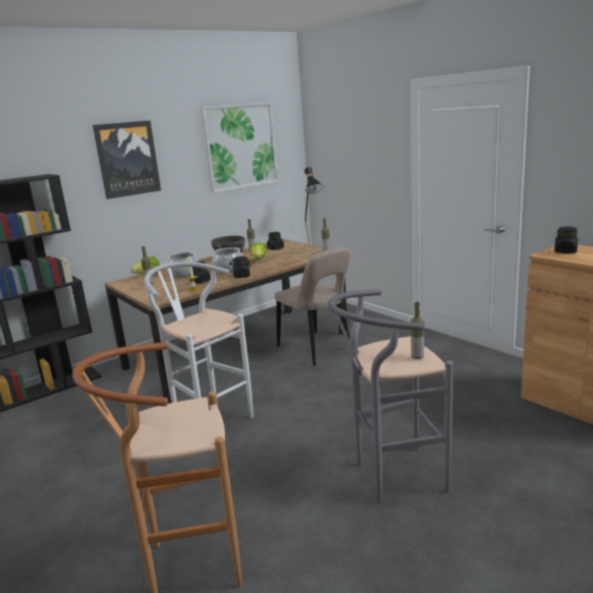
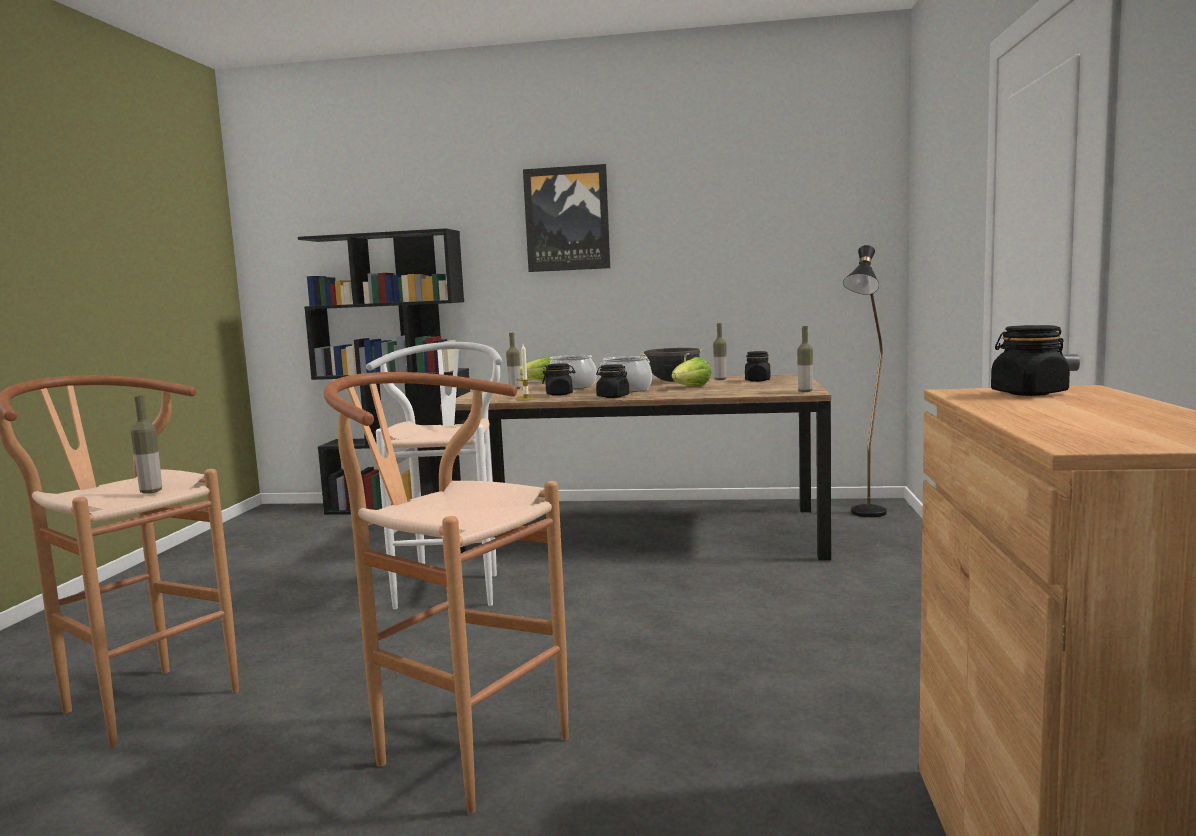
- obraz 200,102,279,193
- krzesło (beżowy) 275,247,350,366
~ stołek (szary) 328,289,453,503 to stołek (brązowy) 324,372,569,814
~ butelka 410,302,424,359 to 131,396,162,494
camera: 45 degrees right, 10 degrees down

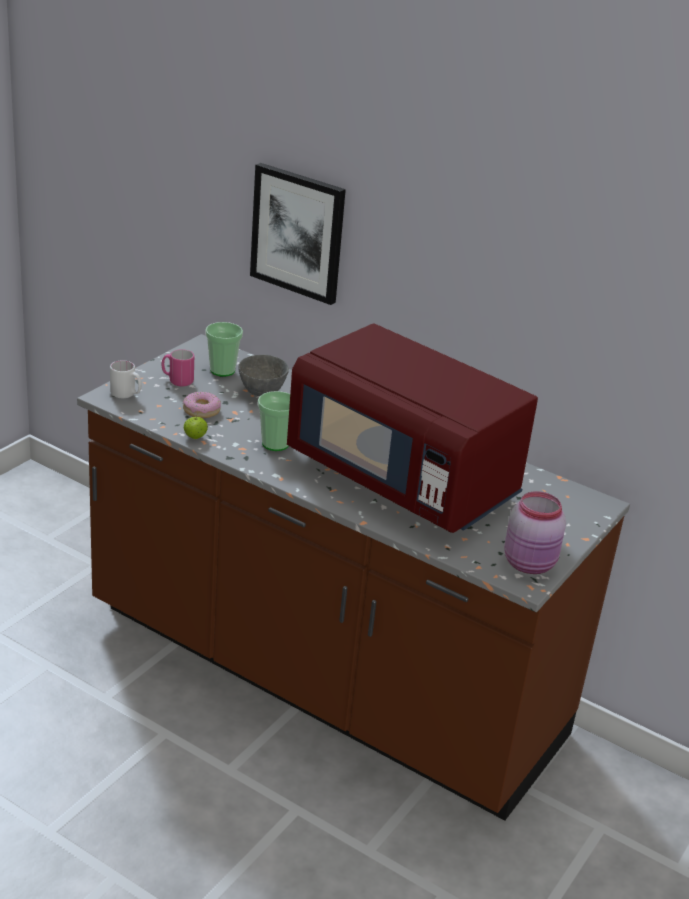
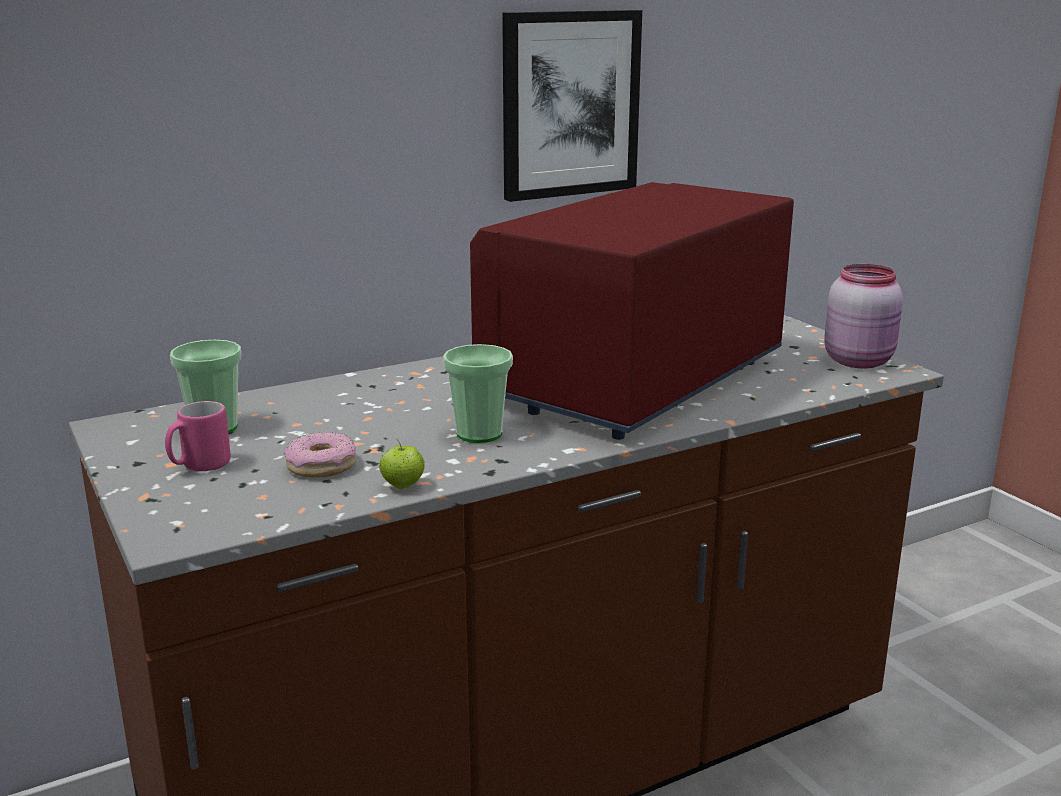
~ obraz 250,163,346,305 to 502,10,642,202
~ mikrofalówka (czerwony) 287,324,538,533 = 470,182,794,440 150 degrees clockwise
- miska (szary) 238,354,289,396
- kubek (biały) 110,361,142,398
camera: 60 degrees left, 10 degrees down

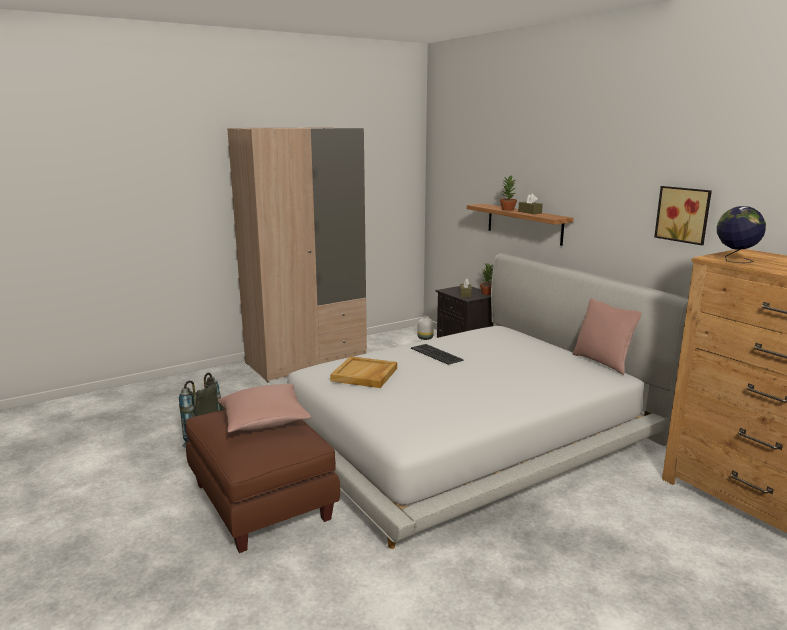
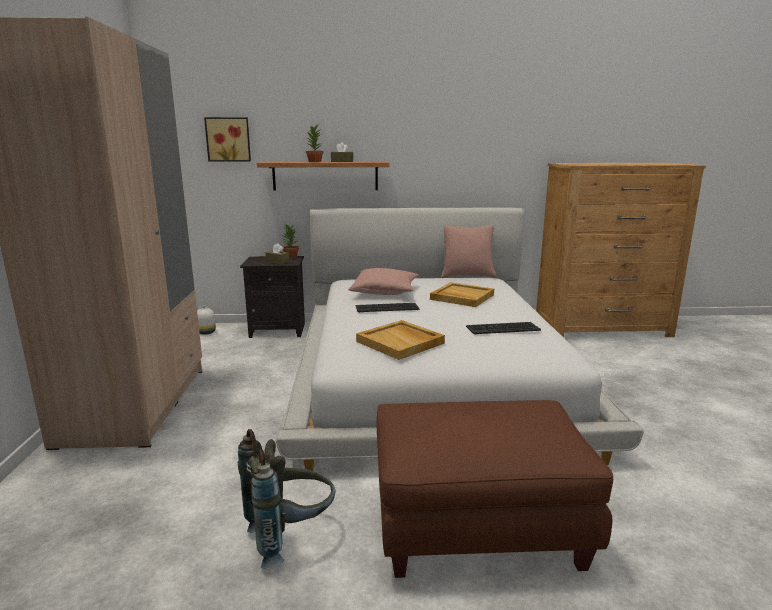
~ obraz 654,186,712,245 to 204,117,251,162
- globus 717,206,766,263
~ poduszka (różowy) 218,384,311,433 to 348,268,419,295
+ taca (beżowy) 430,282,494,307
+ klawiatura 466,322,541,335
camera: 60 degrees left, 0 degrees up

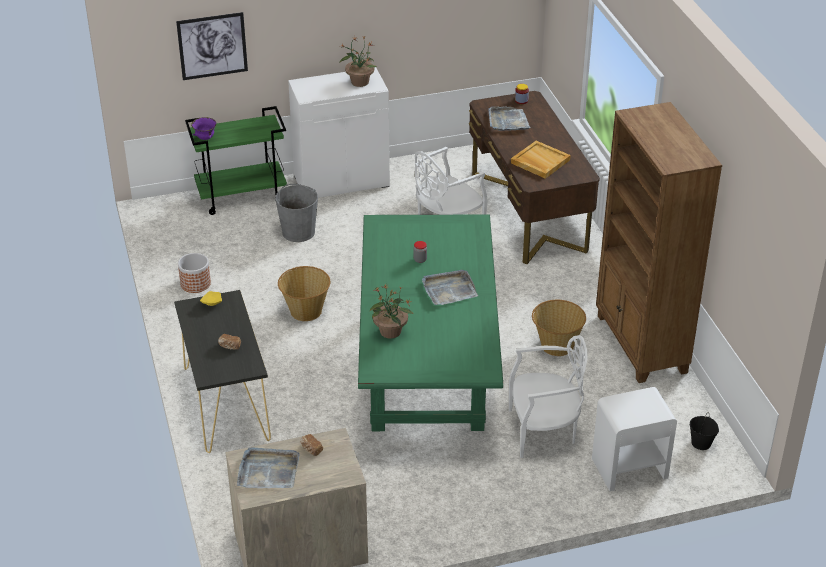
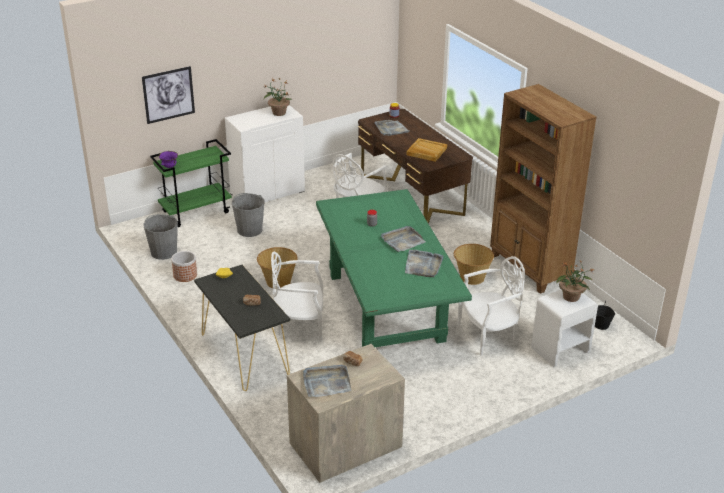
~ roślina doniczkowa 370,284,414,338 to 556,260,594,302
+ wiadro (szary) 144,214,178,260
+ taca (szary) 405,250,444,277
+ krzesło (biały) 271,252,323,342
camera: 15 degrees left, 5 degrees down

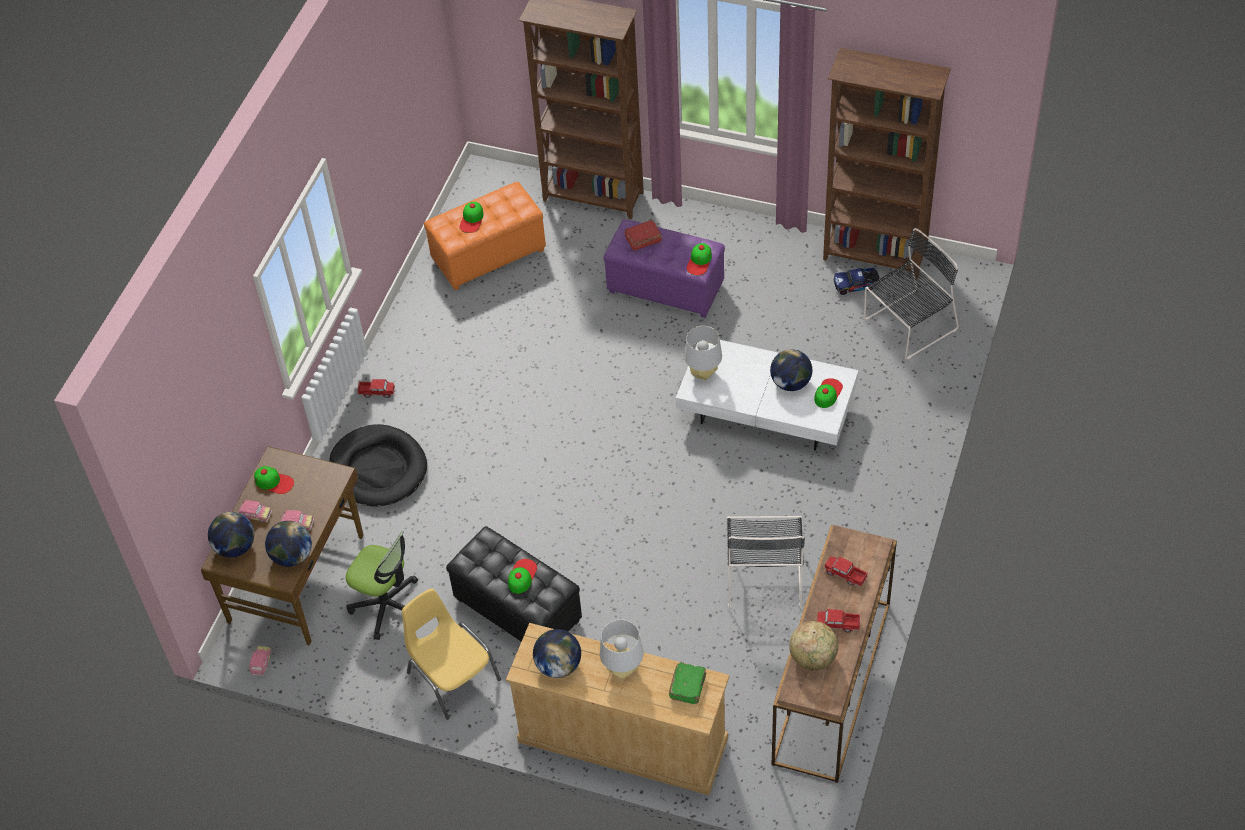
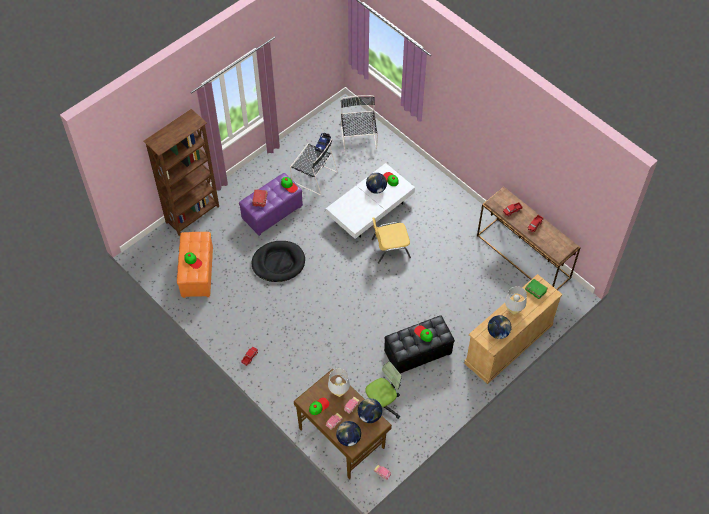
- regał (brązowy) 823,48,951,280
~ lampa stołowa (szary) 684,326,722,380 to 328,369,350,397
~ legowisko (czarny) 329,424,427,507 to 252,241,305,282
~ krzesło (czarny) 726,516,805,609 to 290,139,338,195
~ krzesło (żółty) 402,588,501,720 to 372,217,411,263
- globus 789,621,838,671
camera: 65 degrees left, 5 degrees up

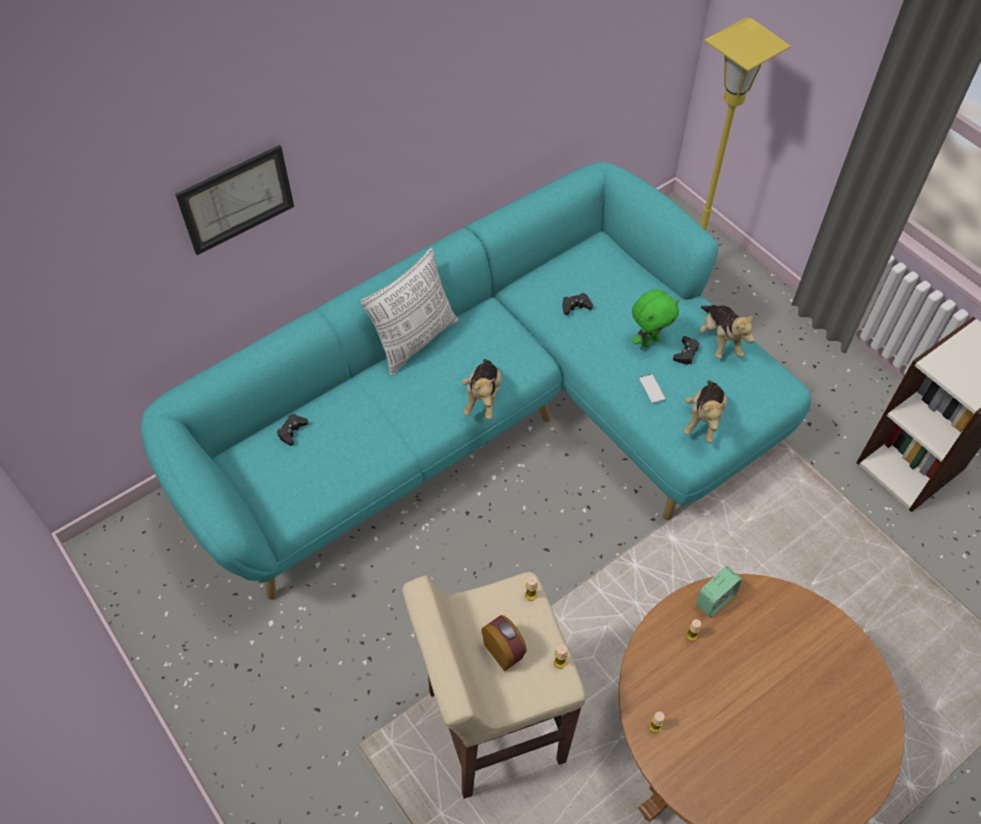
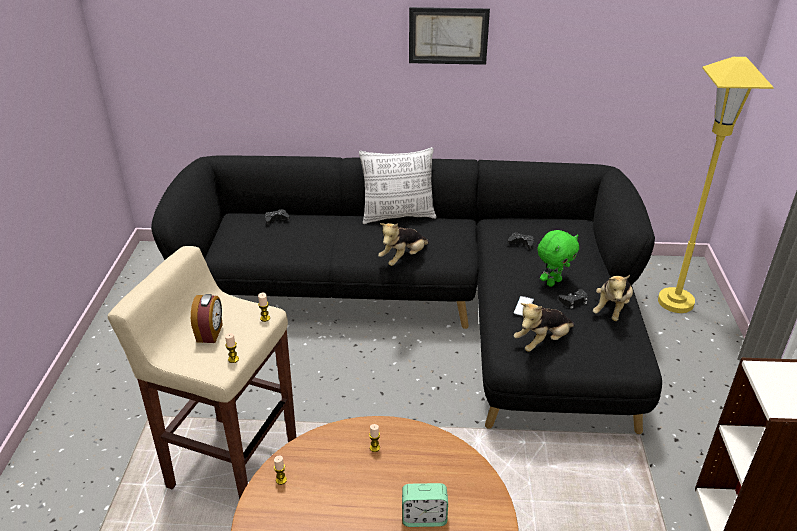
~ obraz 175,145,294,255 to 409,7,490,65
~ kanapa (turkusowy) 141,161,811,600 to kanapa (czarny) 151,155,662,434
~ pluszak (zielony) 632,290,679,347 = 537,230,579,287 45 degrees counterclockwise
~ budzik 696,566,742,617 to 402,483,448,527
camera: 40 degrees right, 20 degrees down

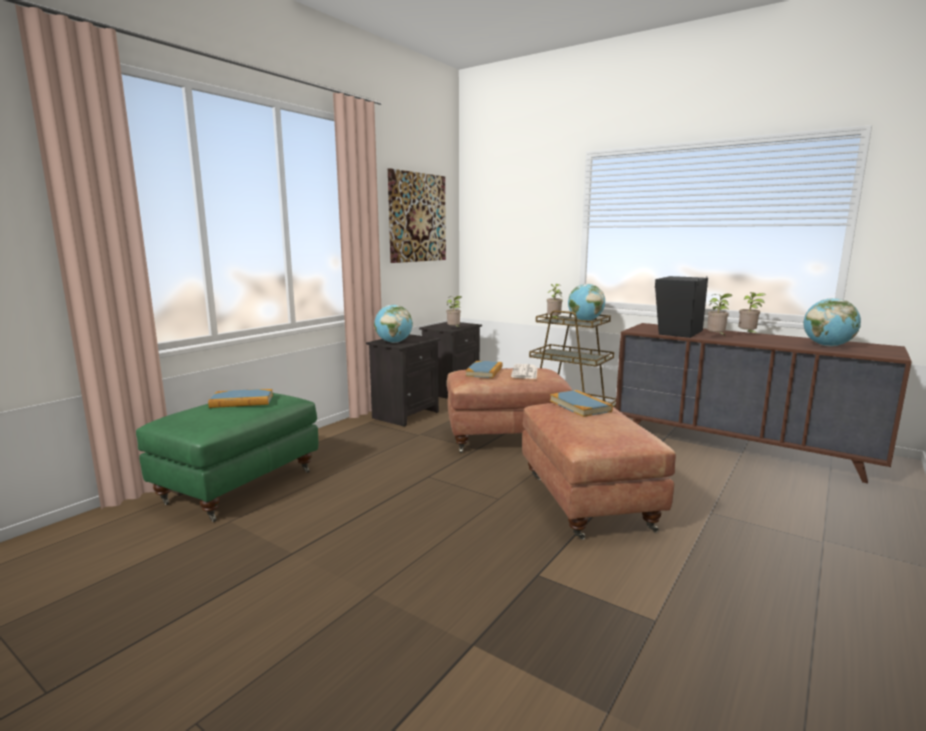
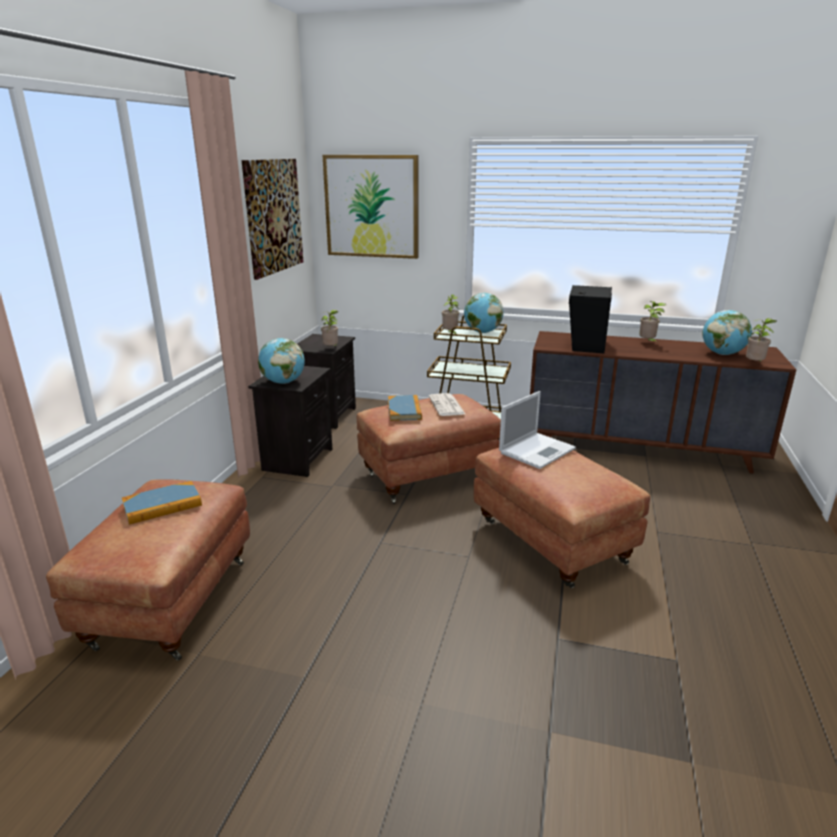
~ roślina doniczkowa 707,294,732,335 to 746,318,776,361
~ książka 550,390,613,417 to laptop 499,391,576,469
~ pufa (zielony) 136,393,319,522 to pufa (brązowy) 46,479,250,661
+ obraz 323,155,418,259
camera: 20 degrees left, 10 degrees up

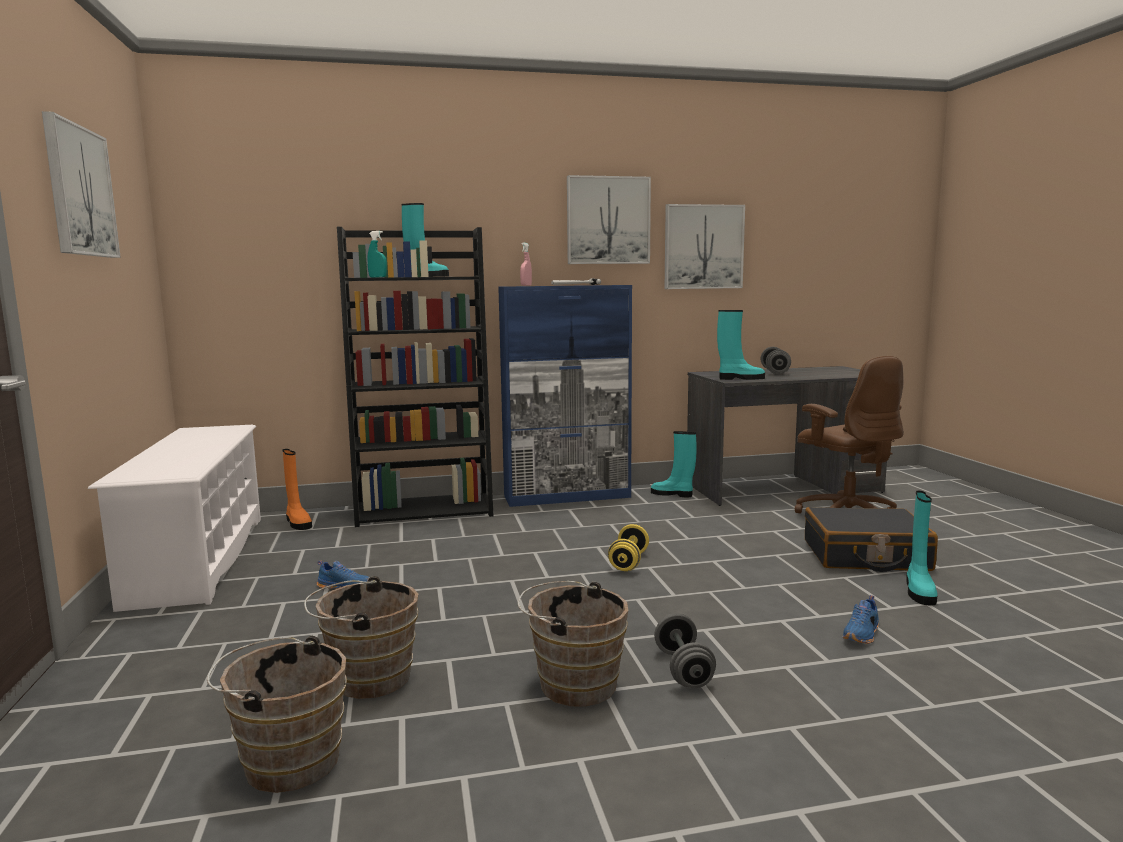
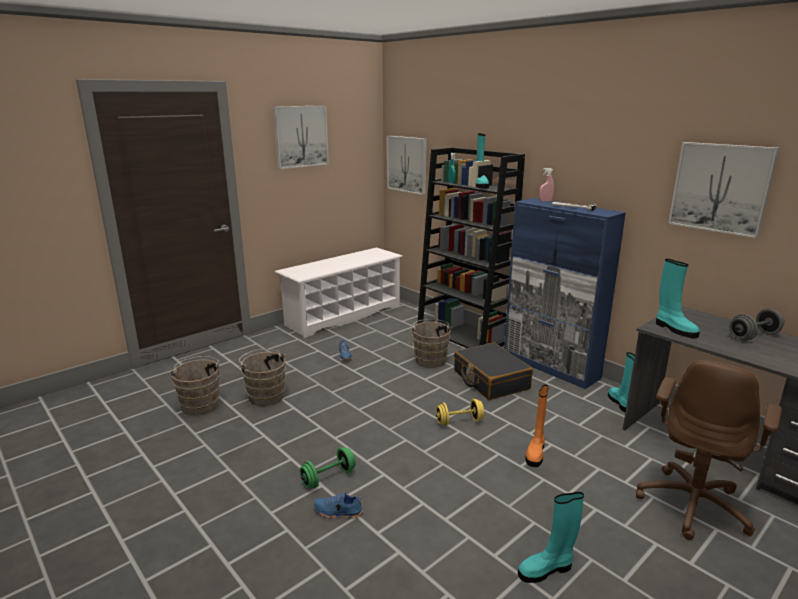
~ obraz 567,175,651,264 to 387,136,427,195
~ but z cholewką (pomarańczowy) 283,449,312,530 to 525,385,548,467
~ walizka (czarny) 805,507,938,572 to 454,342,533,400
~ wiadro (brązowy) 518,581,628,707 to 410,319,453,368
~ but (niebieski) 842,595,879,644 to 314,492,363,518
~ hantel (szary) 654,614,716,688 to hantel (zielony) 300,447,356,488
camera: 60 degrees right, 10 degrees up

